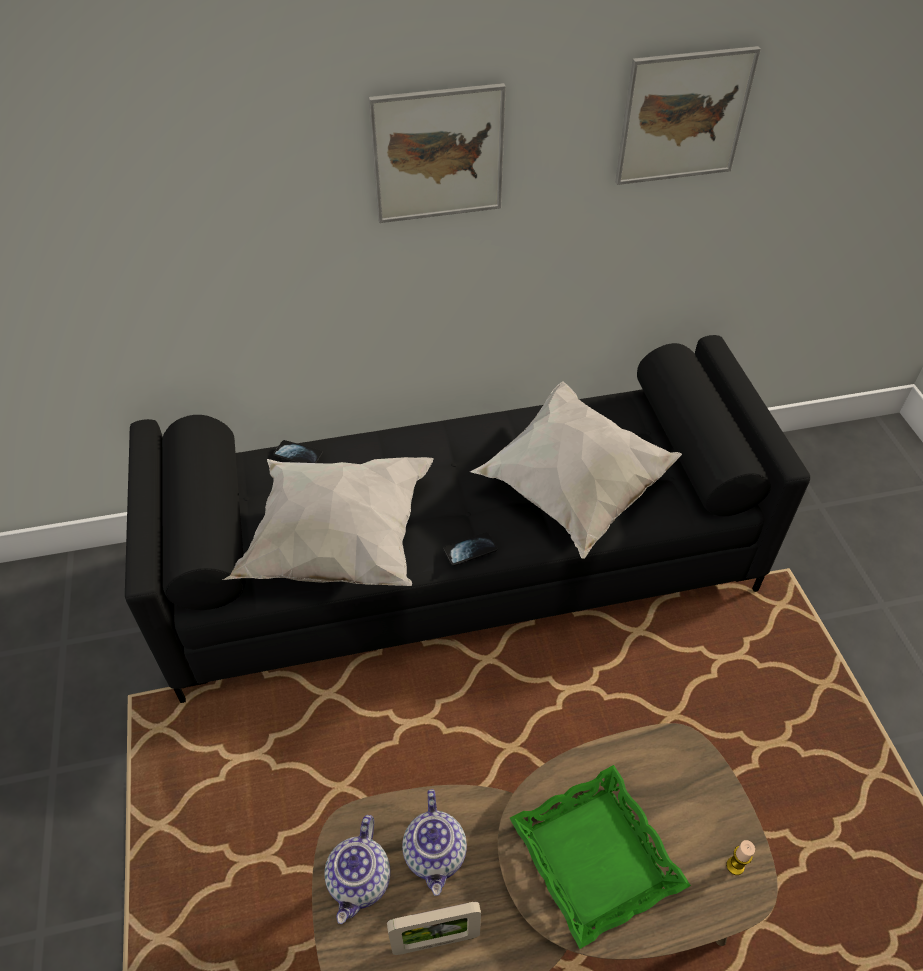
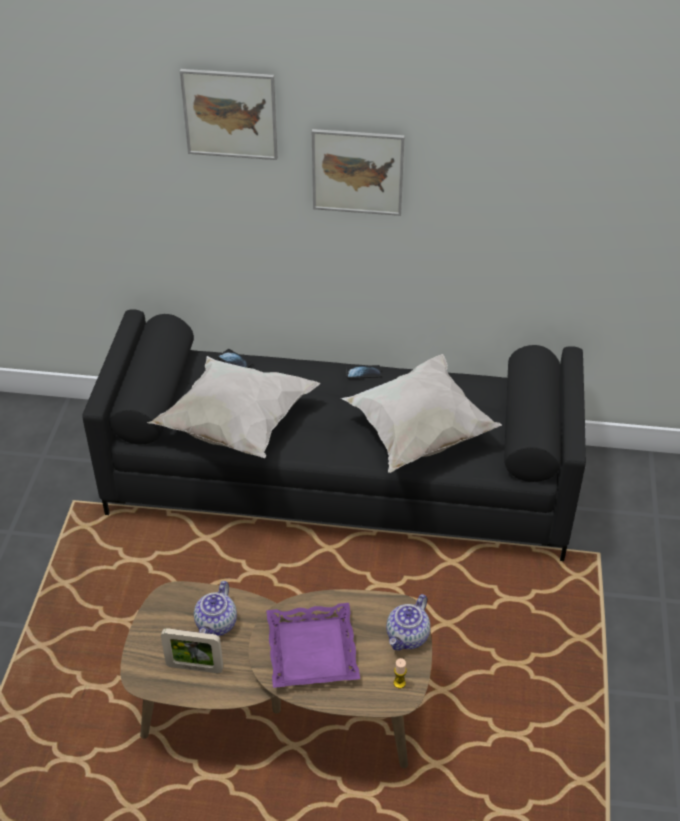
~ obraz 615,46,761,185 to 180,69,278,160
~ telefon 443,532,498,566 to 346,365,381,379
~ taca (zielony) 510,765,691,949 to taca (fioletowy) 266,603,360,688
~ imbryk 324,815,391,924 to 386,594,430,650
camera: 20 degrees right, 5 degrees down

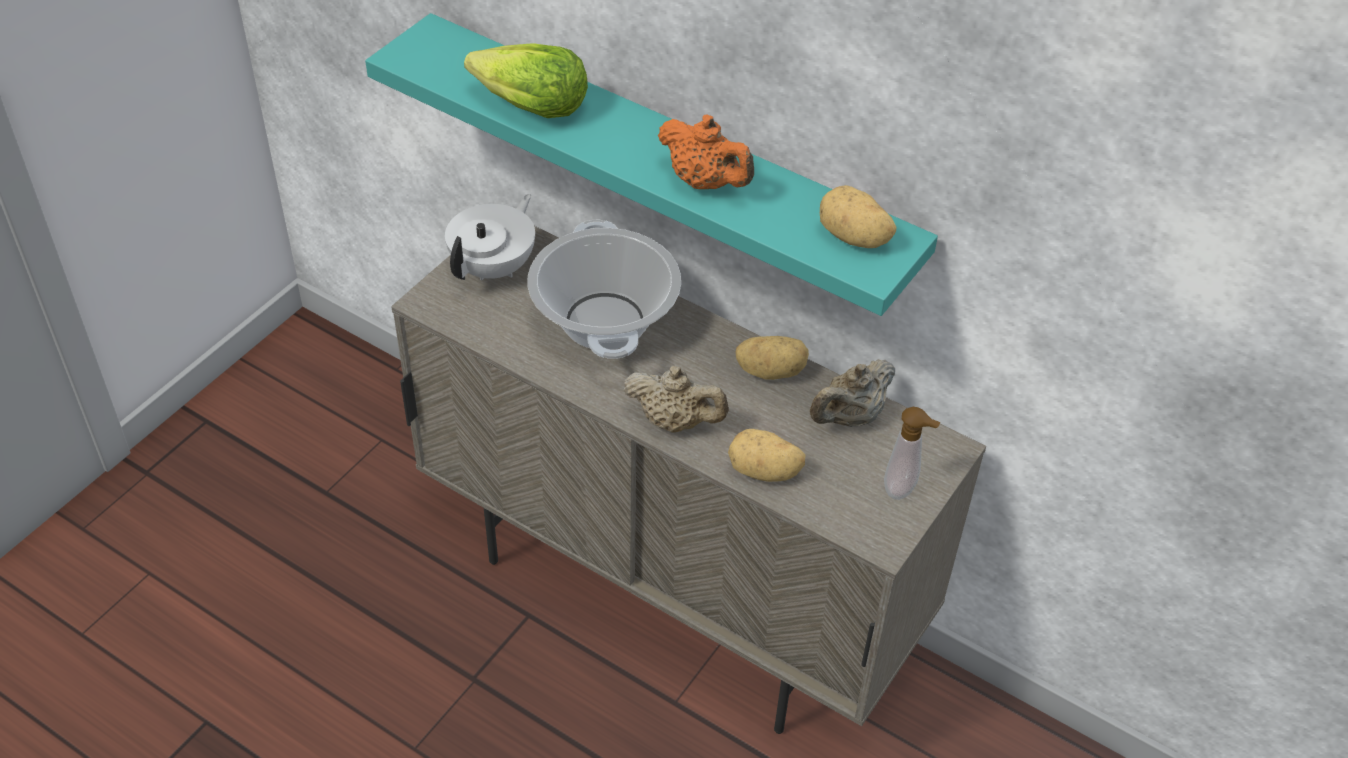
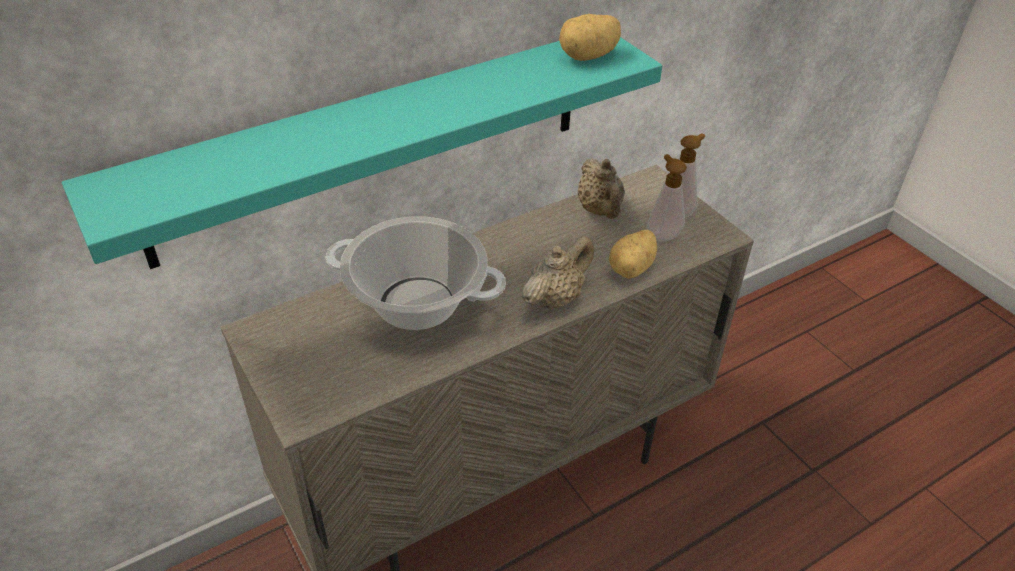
- sałata 464,43,588,118
- imbryk (pomarańczowy) 658,115,754,189
- imbryk (biały) 445,194,535,281
- ziemniak 735,336,809,380
+ dozownik mydła 646,154,687,241
camera: 65 degrees left, 5 degrees down

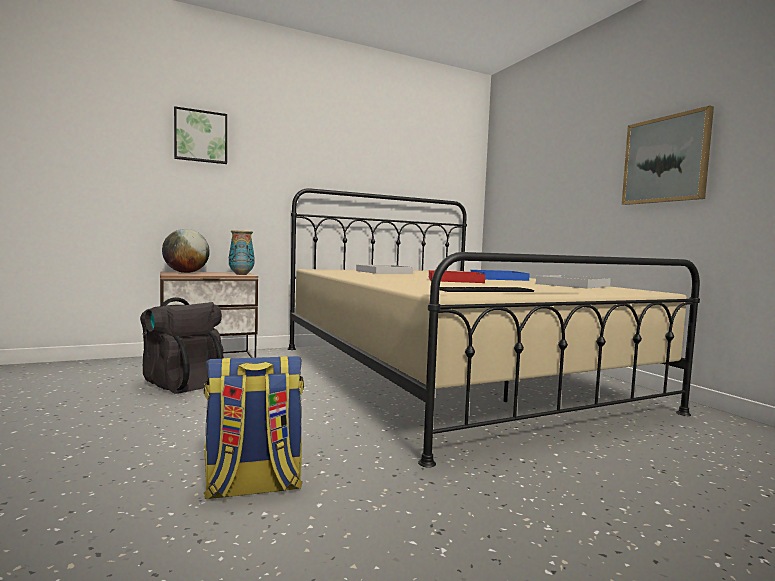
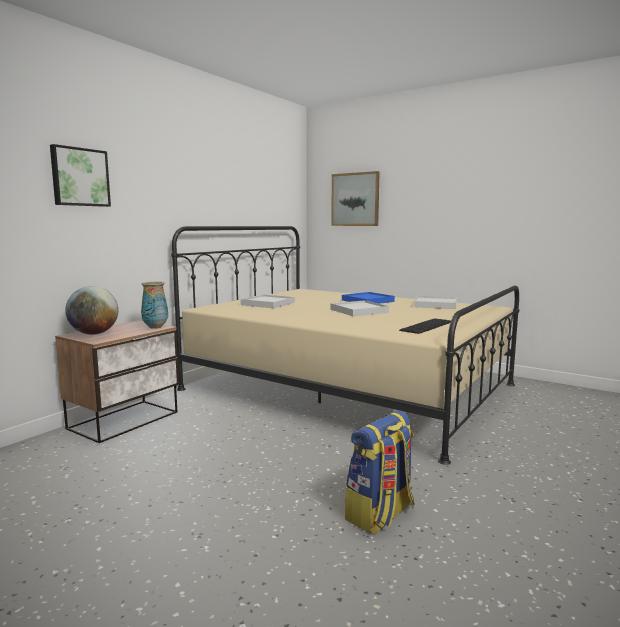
~ obraz 622,105,714,205 to 331,171,380,226
~ taca (czerwony) 429,270,485,283 to taca (biały) 330,300,389,316
- plecak (czarny) 140,297,224,394
camera: 30 degrees left, 5 degrees up

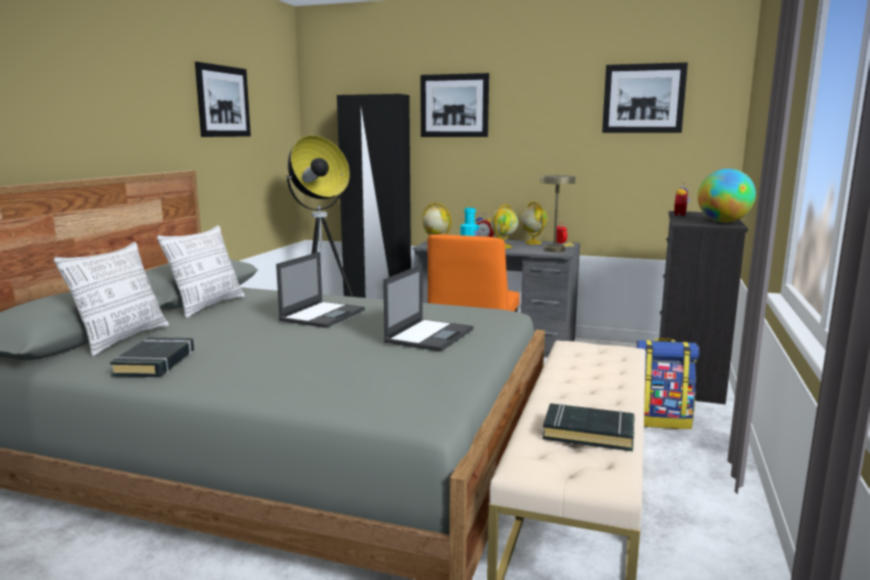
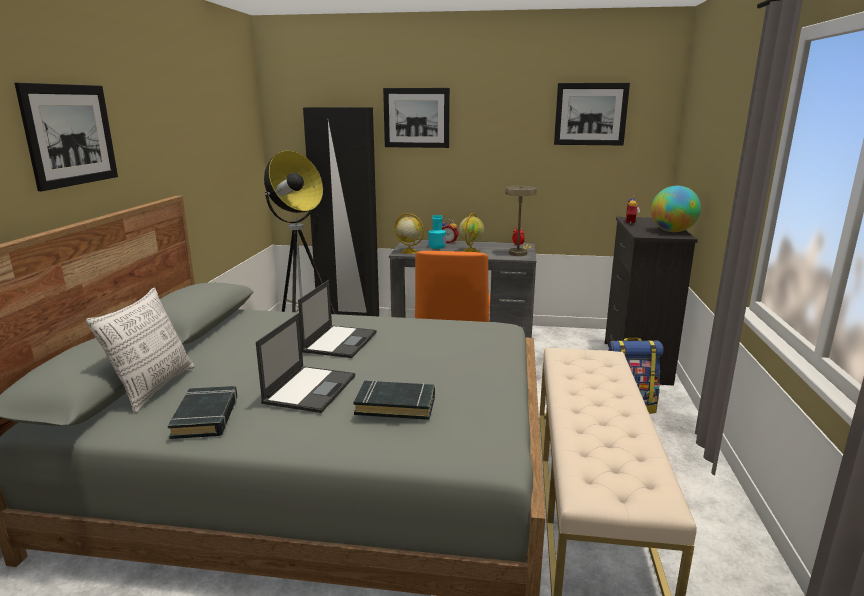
~ obraz 195,62,251,137 to 15,83,118,191
- globus 520,202,548,244
- poduszka 157,225,245,318
~ laptop 383,265,473,351 to 256,313,355,413
~ książka (czarny) 543,403,634,452 to 354,380,435,420
camera: 10 degrees left, 5 degrees up

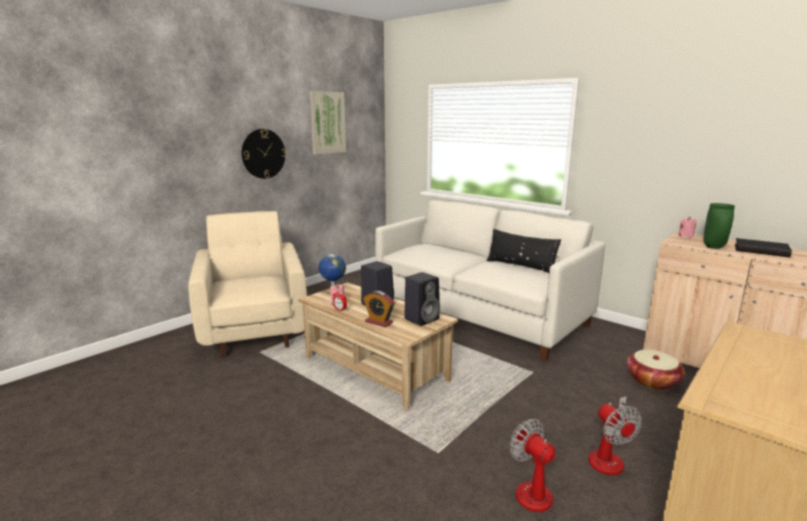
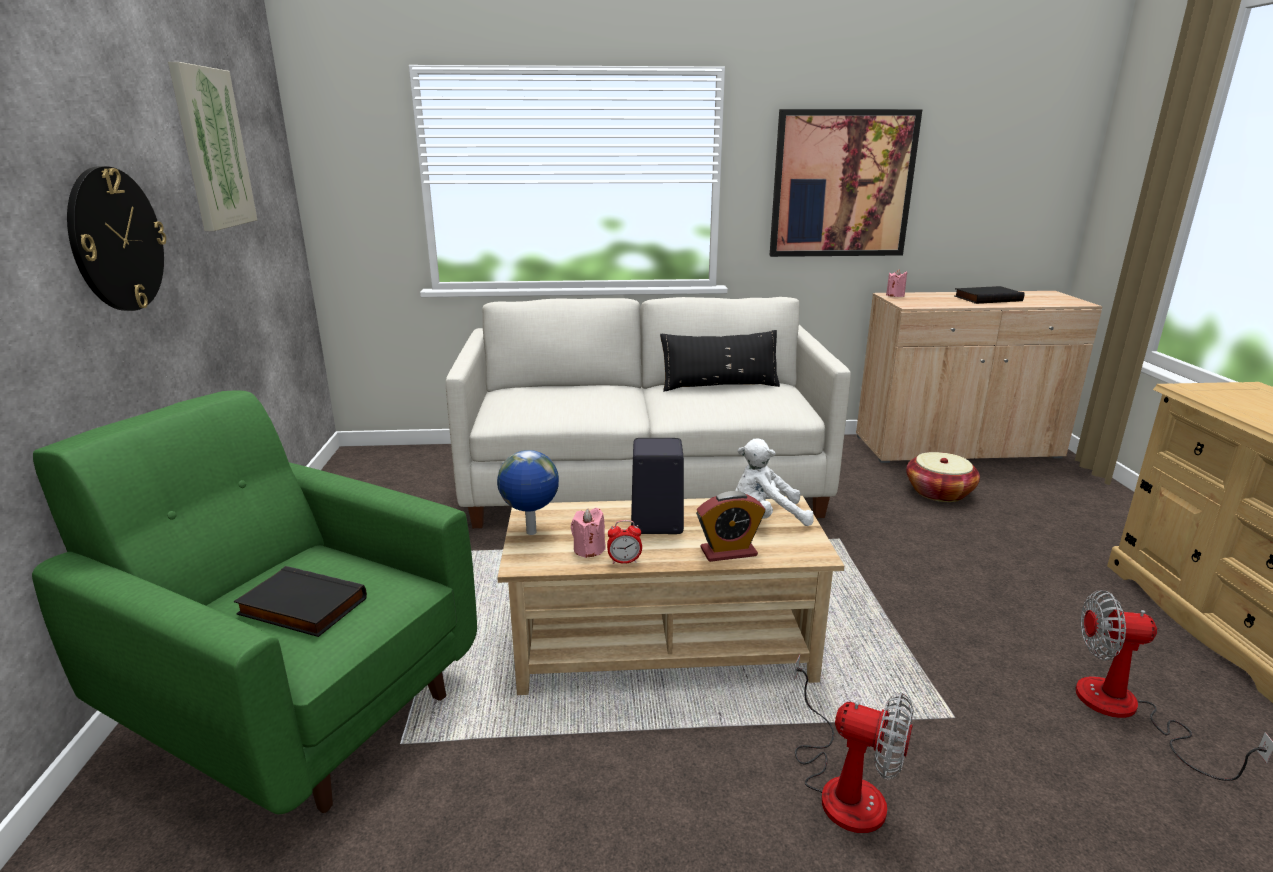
- wazon (zielony) 704,203,735,249
~ fotel (beżowy) 188,211,307,357 to fotel (zielony) 32,390,477,814
~ głośnik (czarny) 404,272,440,326 to pluszak (biały) 735,439,814,526
~ wentylator 588,396,642,475 to 794,655,914,833
+ obraz 769,109,923,257
+ książka (czarny) 234,566,367,637
camera: 45 degrees left, 5 degrees up

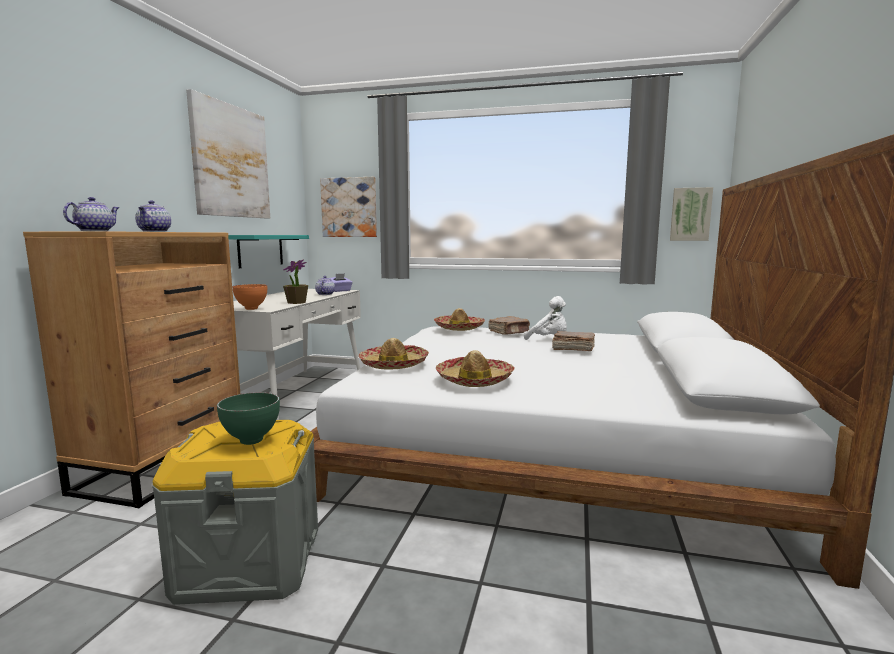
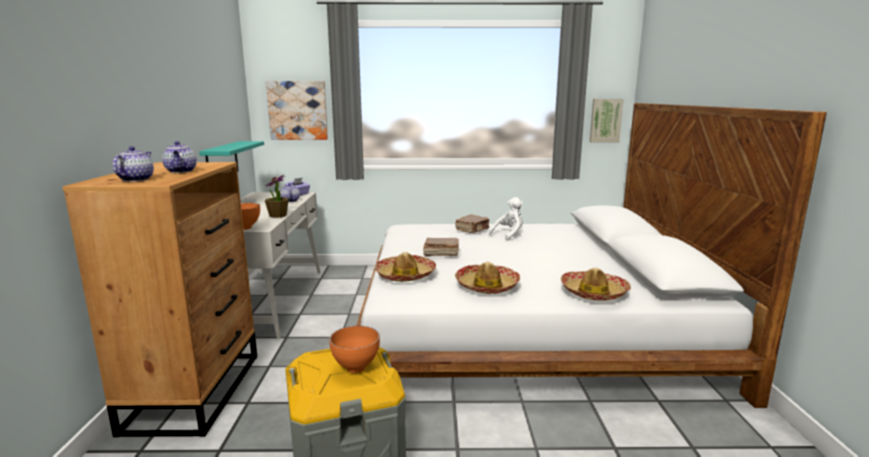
- obraz 186,89,270,218
~ pluszak (biały) 524,296,567,340 = 489,197,523,241 60 degrees counterclockwise
~ kapelusz 434,308,485,331 to 561,268,631,301
~ książka (brązowy) 552,331,595,351 to 423,238,459,256
~ miska (zielony) 217,392,280,445 to miska (pomarańczowy) 329,326,380,373
camera: 15 degrees left, 5 degrees up

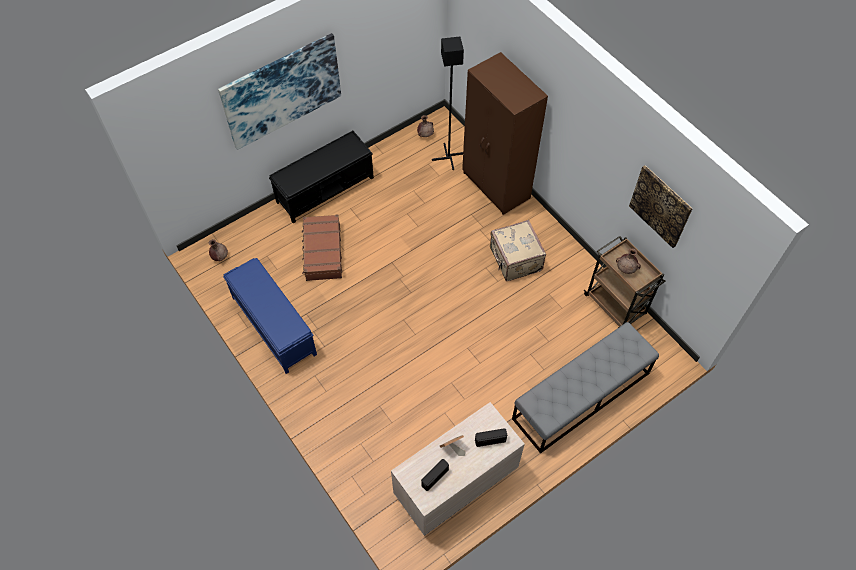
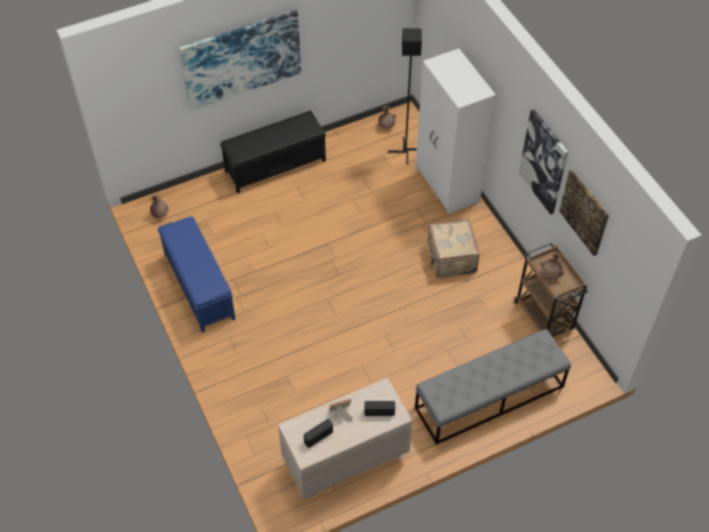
~ szafa (brązowy) 462,52,548,215 to szafa (biały) 416,49,496,214
- walizka (brązowy) 302,215,342,281
+ obraz 519,109,568,215
camera: 10 degrees right, 5 degrees down

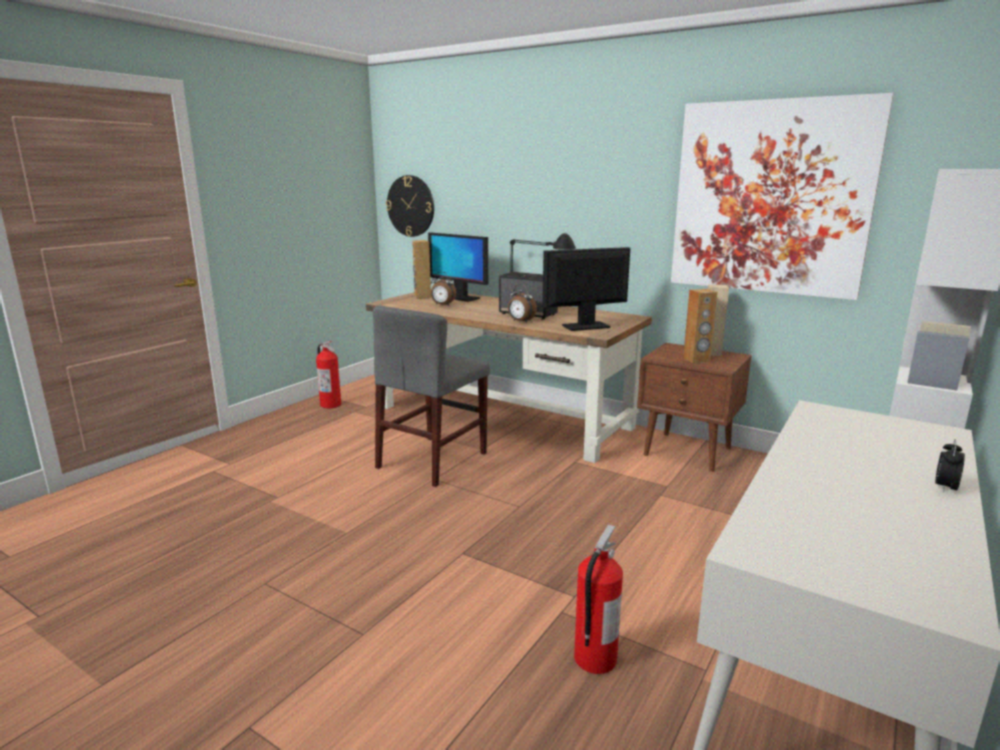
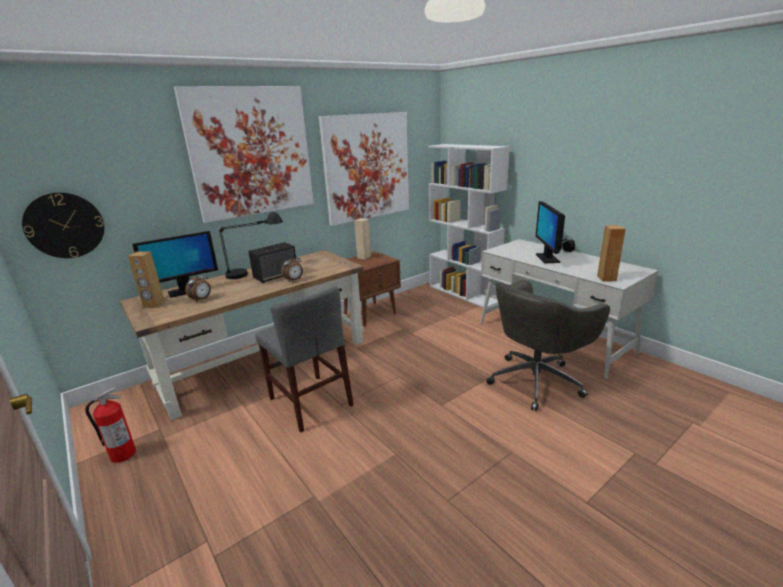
~ monitor 542,247,630,331 to 536,201,565,263
~ głośnik (brązowy) 683,289,717,363 to 597,225,626,282
~ gaśnica 574,524,623,674 to krzesło biurowe (szary) 486,280,610,411
+ obraz 174,86,314,223
camera: 70 degrees left, 5 degrees up

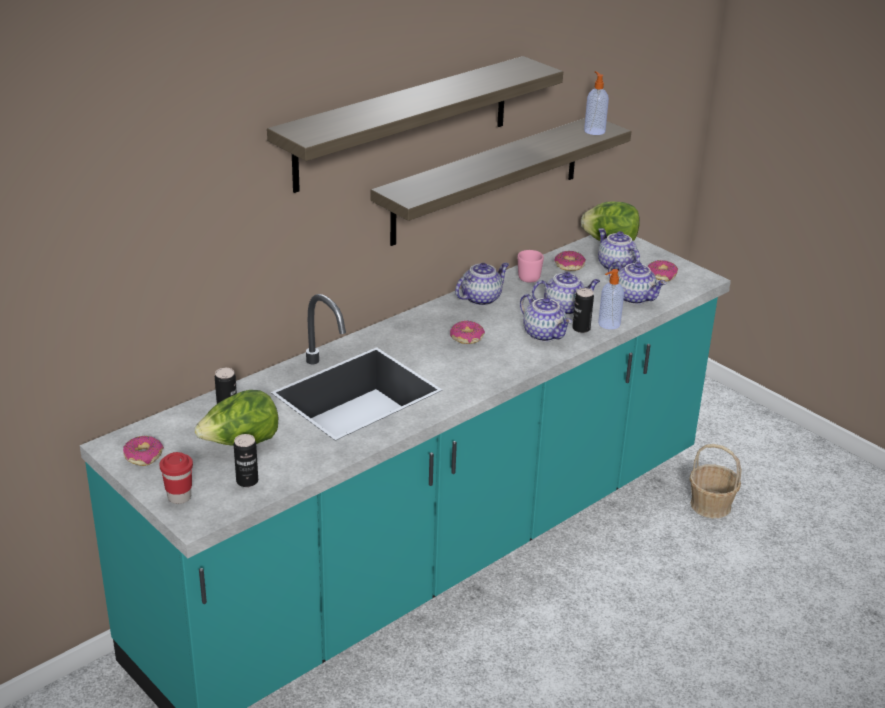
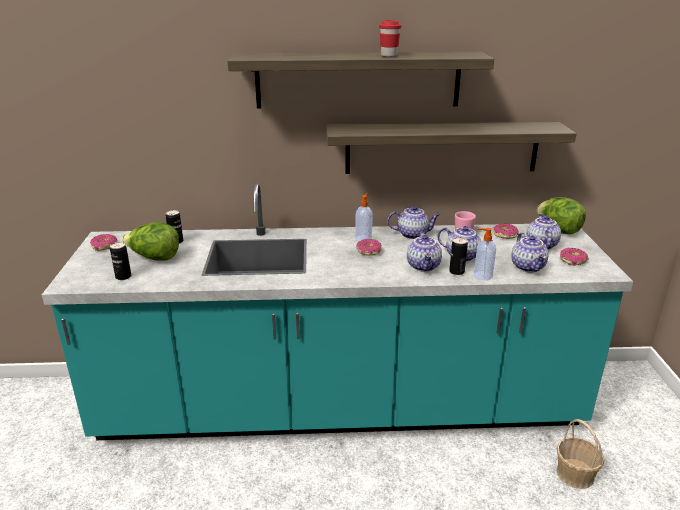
~ dozownik mydła 584,71,609,135 to 355,193,373,241
~ filiżanka (czerwony) 159,452,193,504 to 379,20,401,57
camera: 40 degrees right, 5 degrees down

